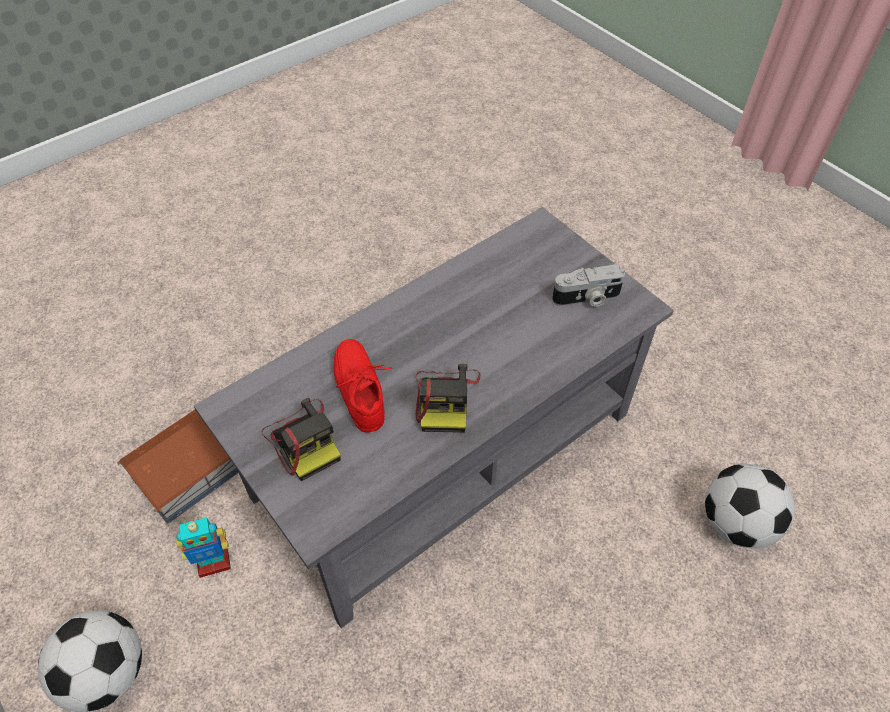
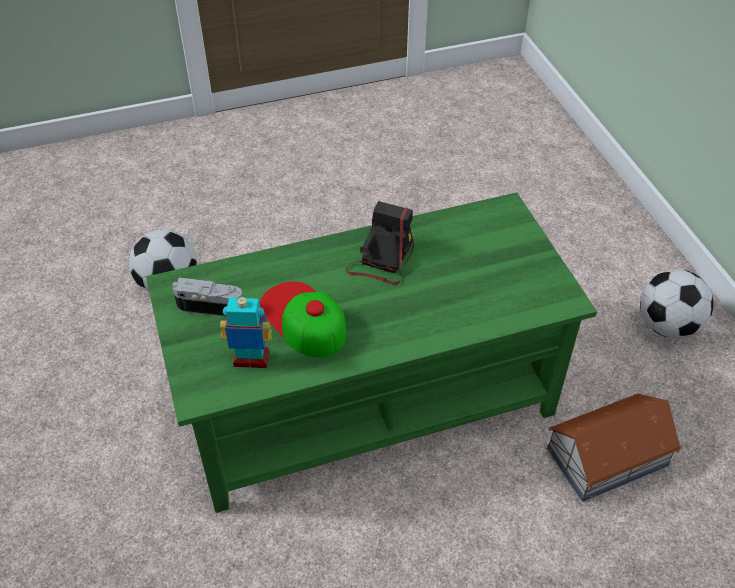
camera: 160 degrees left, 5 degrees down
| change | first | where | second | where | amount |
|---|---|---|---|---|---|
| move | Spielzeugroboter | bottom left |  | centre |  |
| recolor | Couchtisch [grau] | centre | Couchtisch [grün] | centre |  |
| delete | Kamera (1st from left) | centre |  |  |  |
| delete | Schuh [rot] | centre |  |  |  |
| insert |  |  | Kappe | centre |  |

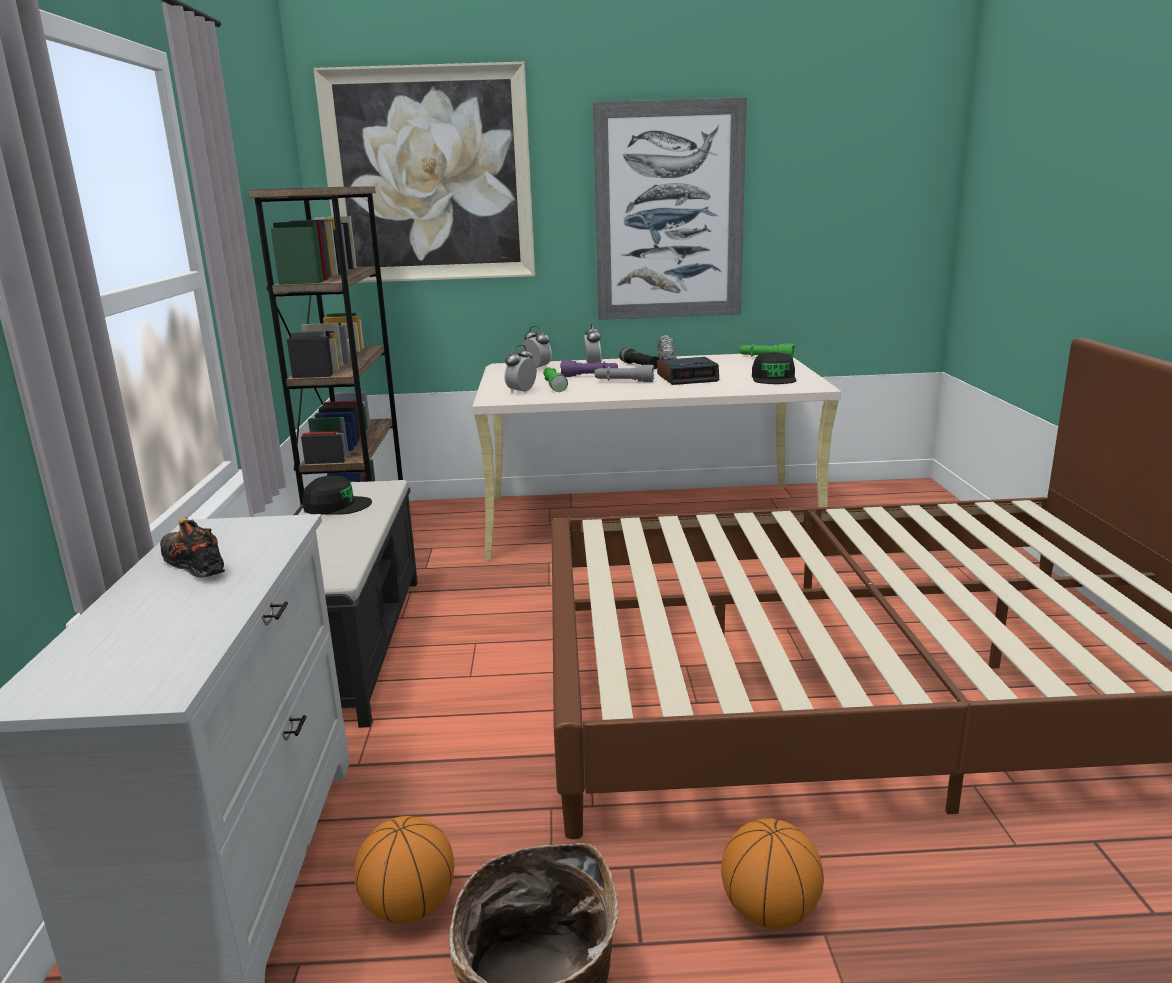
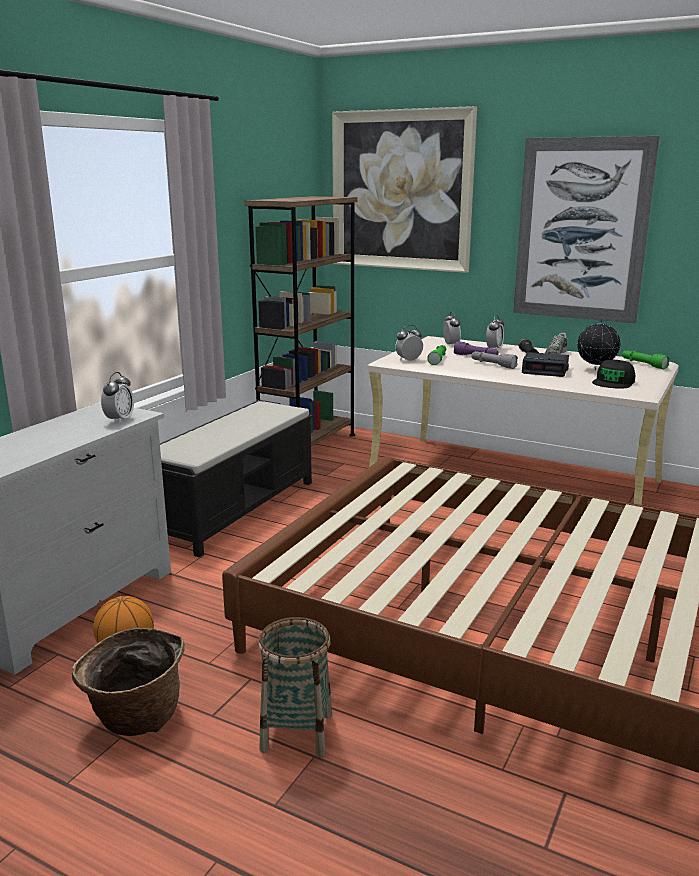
camera: 30 degrees right, 0 degrees up
| change | first | where | second | where | amount |
|---|---|---|---|---|---|
| delete | Schuh (1st from left) | middle left |  |  |  |
| delete | Kappe [schwarz] (1st from left) | middle left |  |  |  |
| replace | Basketball (2nd from left) | bottom centre | Korb (2nd from left) | bottom centre |  |
| insert |  |  | Wecker (1st from left) | middle left |  |
| insert |  |  | Globus | middle right |  |

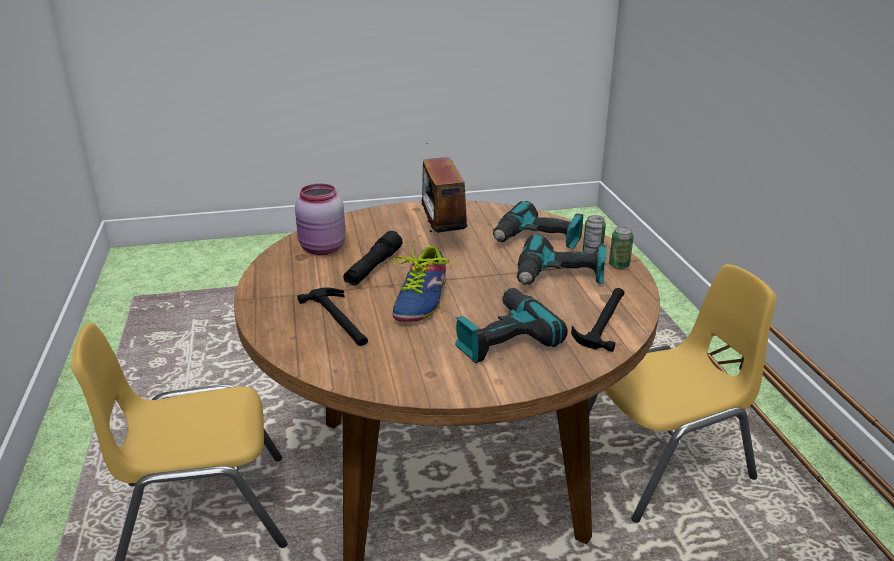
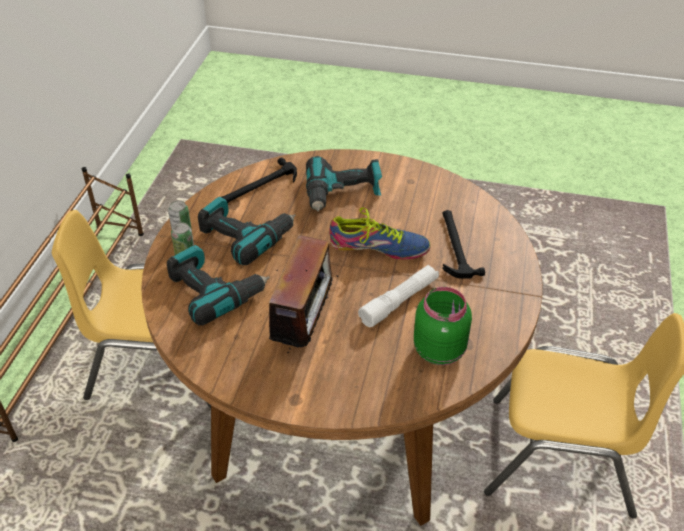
camera: 155 degrees left, 15 degrees up
| change | first | where | second | where | amount |
|---|---|---|---|---|---|
| recolor | Vorratsglas [rosa] | centre | Vorratsglas [grün] | centre |  |
| recolor | Taschenlampe [schwarz] | centre | Taschenlampe [weiß] | centre |  |
| rotate | Schuh | centre |  | centre | 60 degrees clockwise |

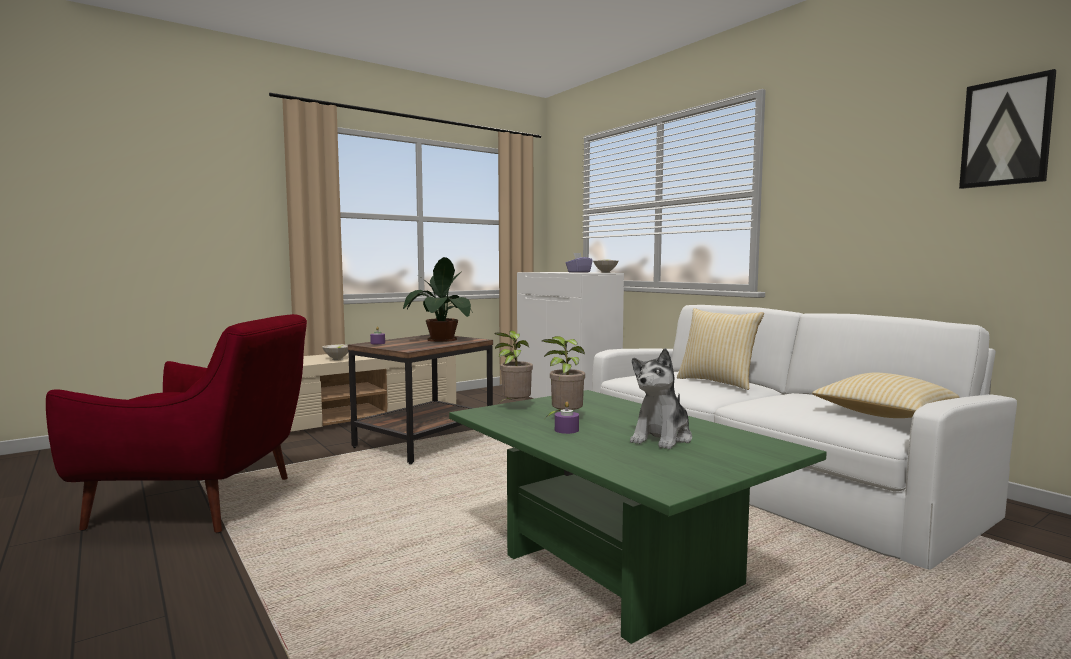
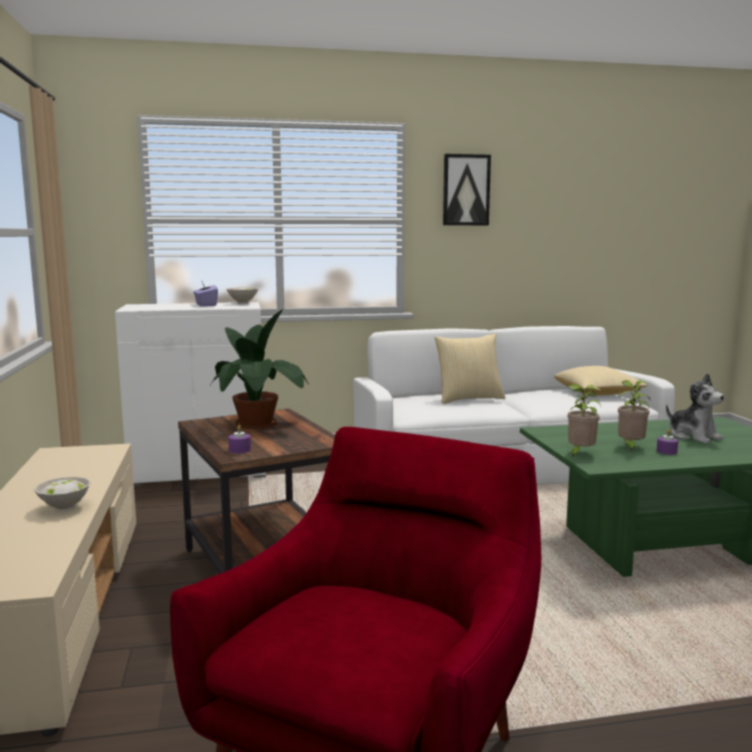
camera: 65 degrees left, 5 degrees up
| change | first | where | second | where | amount |
|---|---|---|---|---|---|
| move | Bild | top right |  | top centre |  |

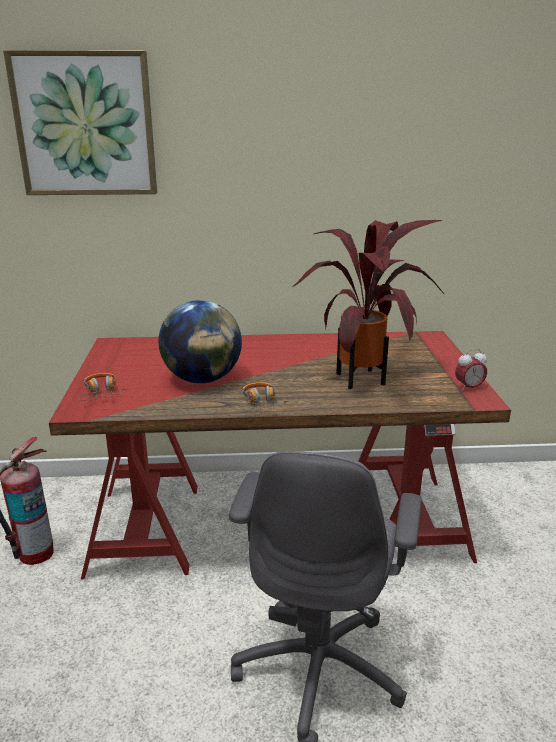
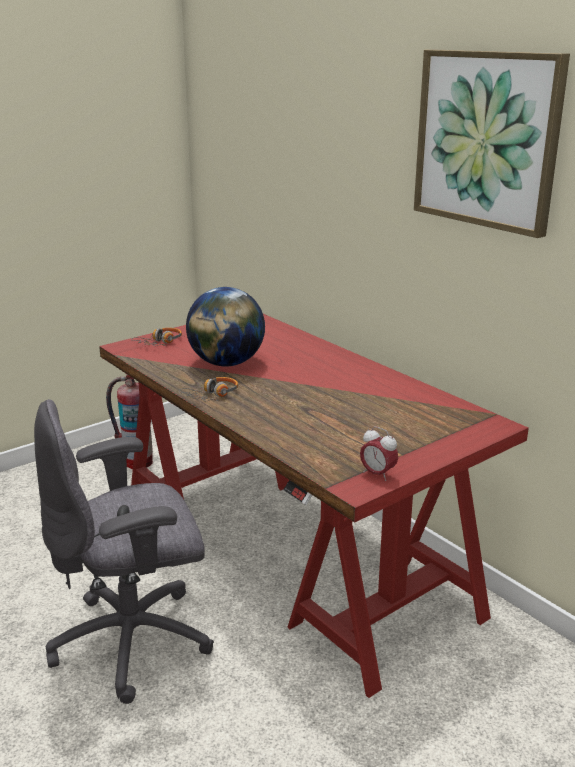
camera: 55 degrees right, 0 degrees up
| change | first | where | second | where | amount |
|---|---|---|---|---|---|
| move | Bild | top left |  | top right |  |
| delete | Topfpflanze | centre |  |  |  |

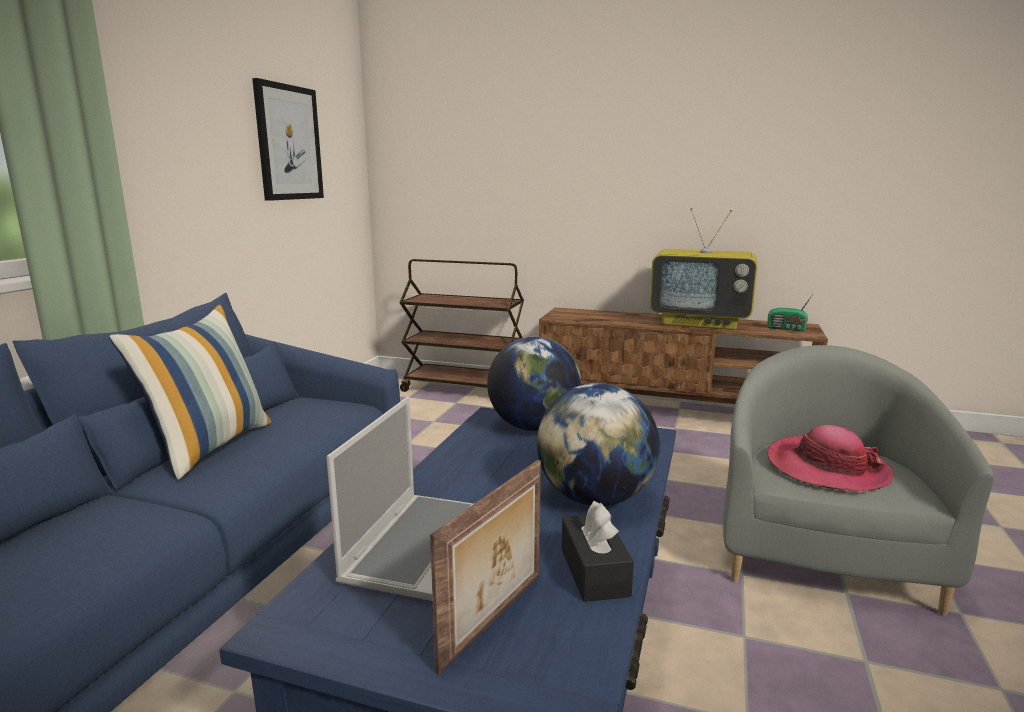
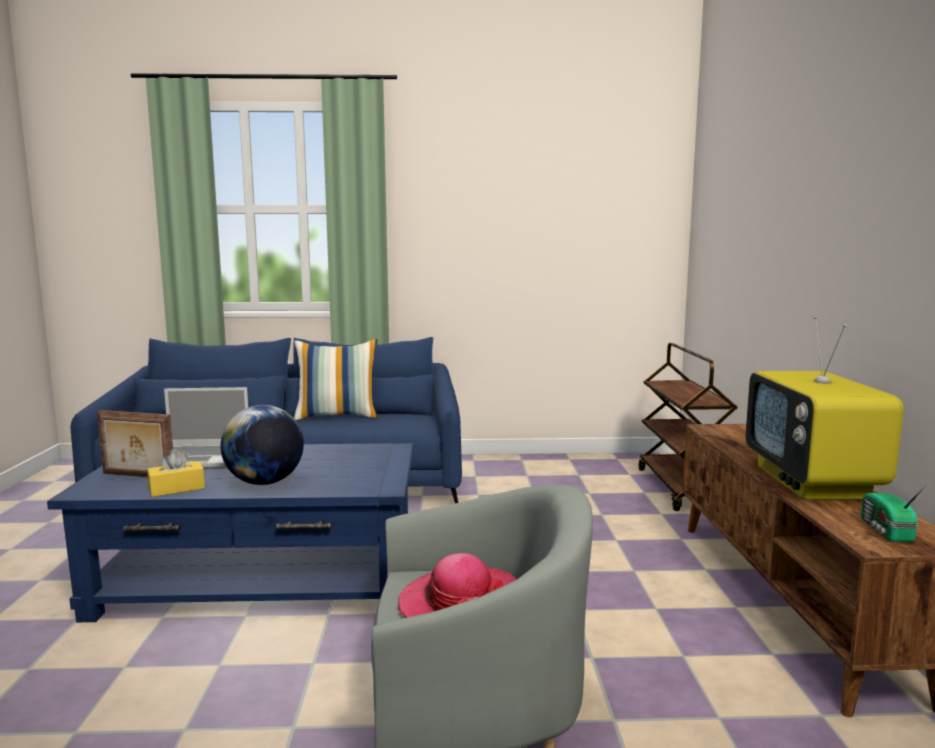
camera: 70 degrees right, 5 degrees down
| change | first | where | second | where | amount |
|---|---|---|---|---|---|
| delete | Bild | top left |  |  |  |
| delete | Globus (1st from left) | centre |  |  |  |
| recolor | Taschentuchbox [schwarz] | bottom centre | Taschentuchbox [gelb] | middle left |  |

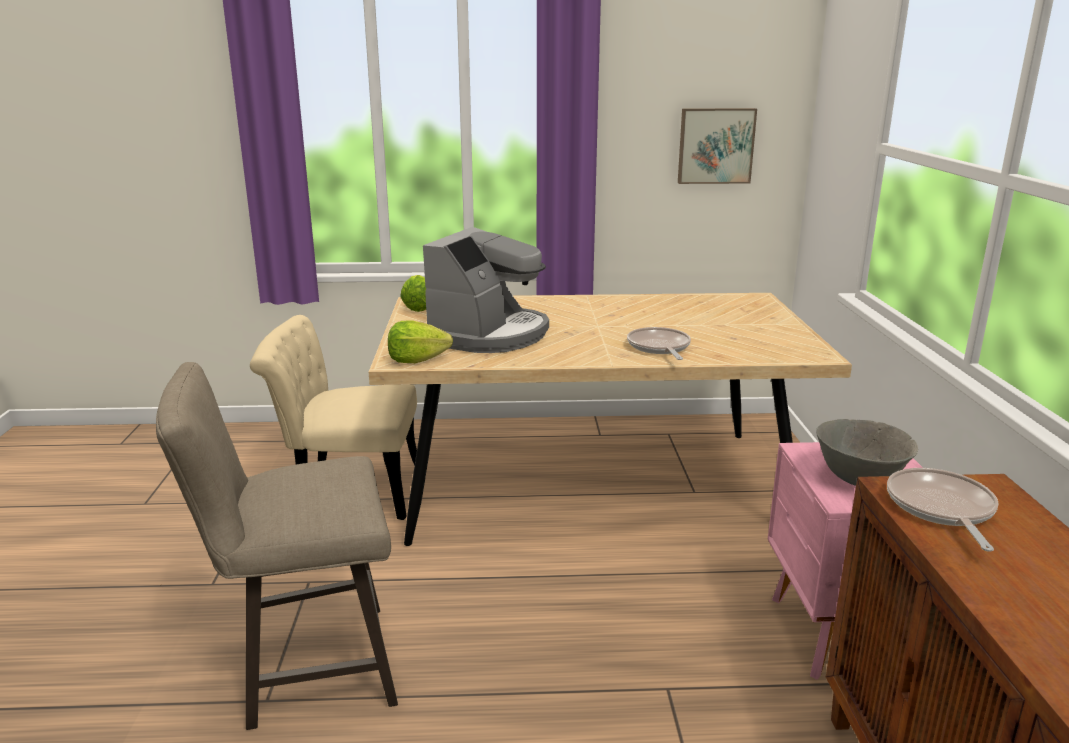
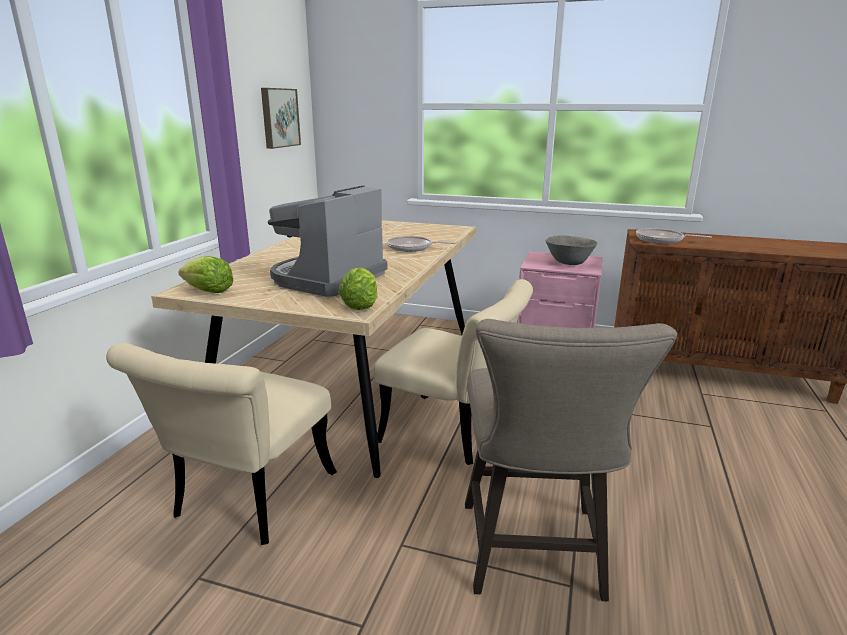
camera: 70 degrees left, 0 degrees up
| change | first | where | second | where | amount |
|---|---|---|---|---|---|
| rotate | Kaffeemaschine | centre |  | centre | 105 degrees counterclockwise |
| insert |  |  | Stuhl [beige] (2nd from left) | centre |  |

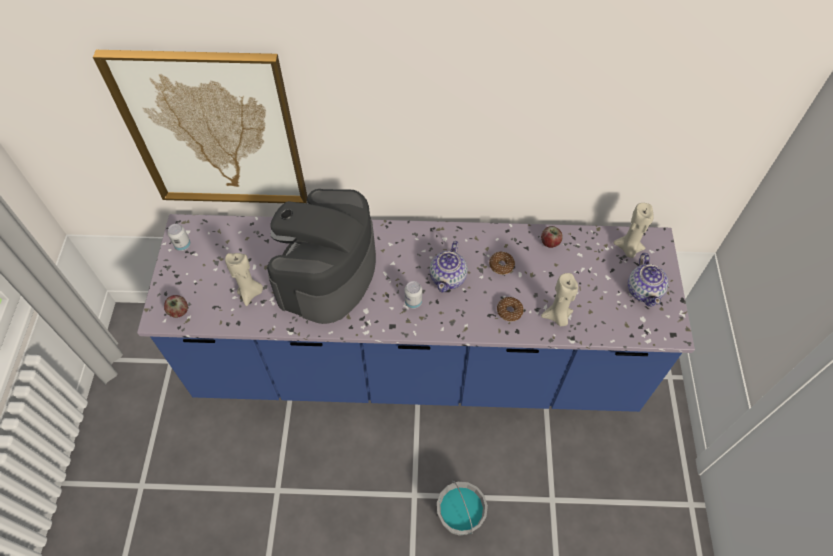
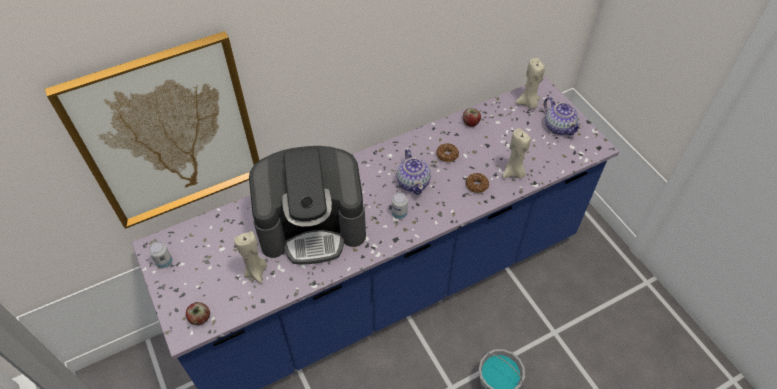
camera: 30 degrees left, 5 degrees down
| change | first | where | second | where | amount |
|---|---|---|---|---|---|
| rotate | Kaffeemaschine | centre |  | centre | 90 degrees counterclockwise |

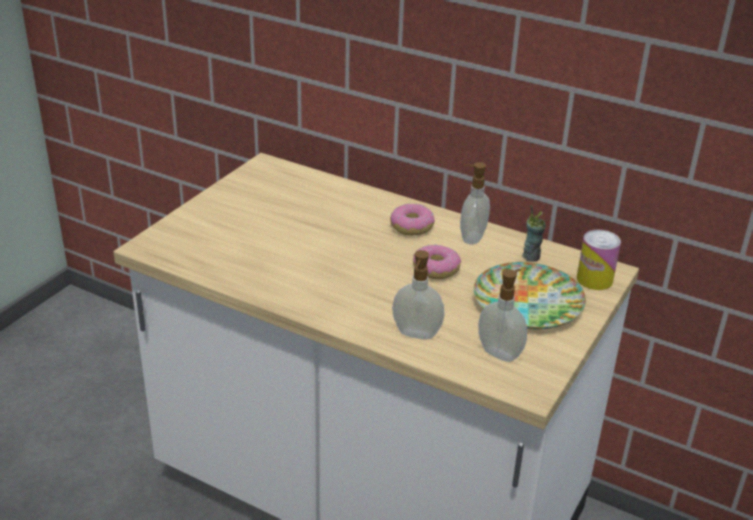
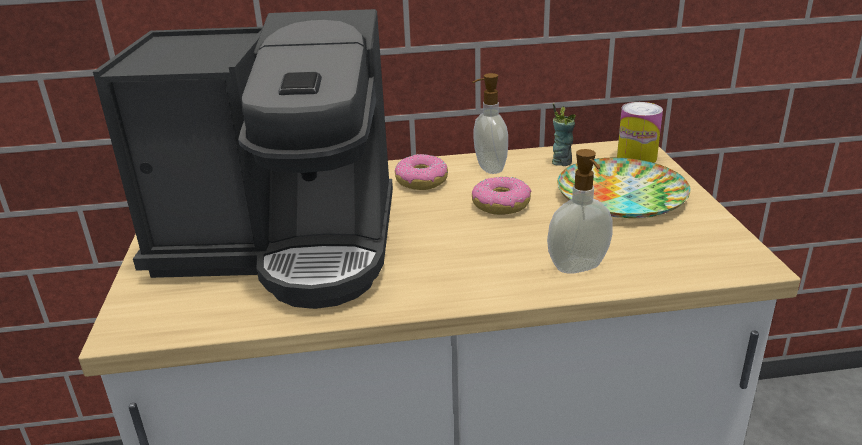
camera: 35 degrees left, 5 degrees down
| change | first | where | second | where | amount |
|---|---|---|---|---|---|
| delete | Seifenspender (3rd from left) | middle right |  |  |  |
| insert |  |  | Kaffeemaschine | middle left |  |

